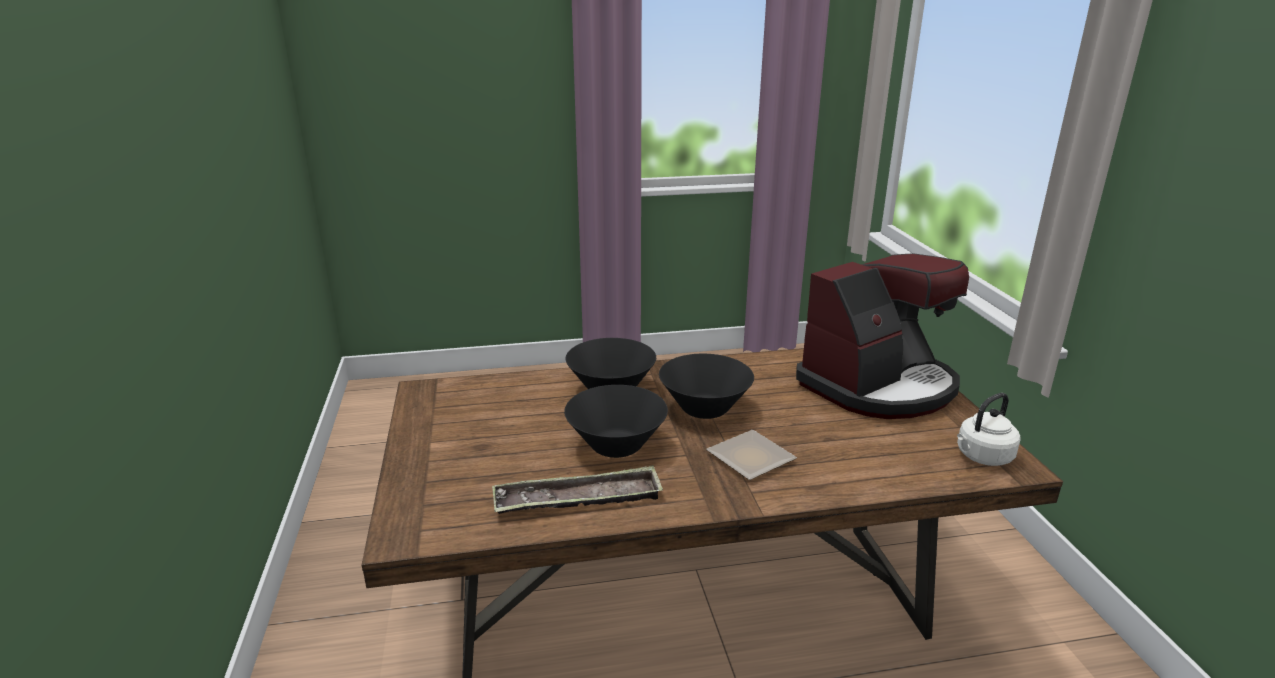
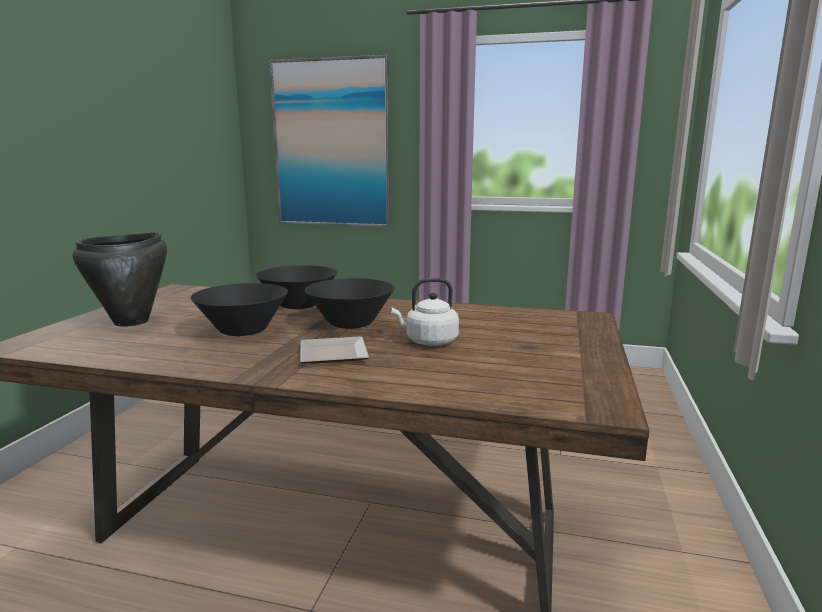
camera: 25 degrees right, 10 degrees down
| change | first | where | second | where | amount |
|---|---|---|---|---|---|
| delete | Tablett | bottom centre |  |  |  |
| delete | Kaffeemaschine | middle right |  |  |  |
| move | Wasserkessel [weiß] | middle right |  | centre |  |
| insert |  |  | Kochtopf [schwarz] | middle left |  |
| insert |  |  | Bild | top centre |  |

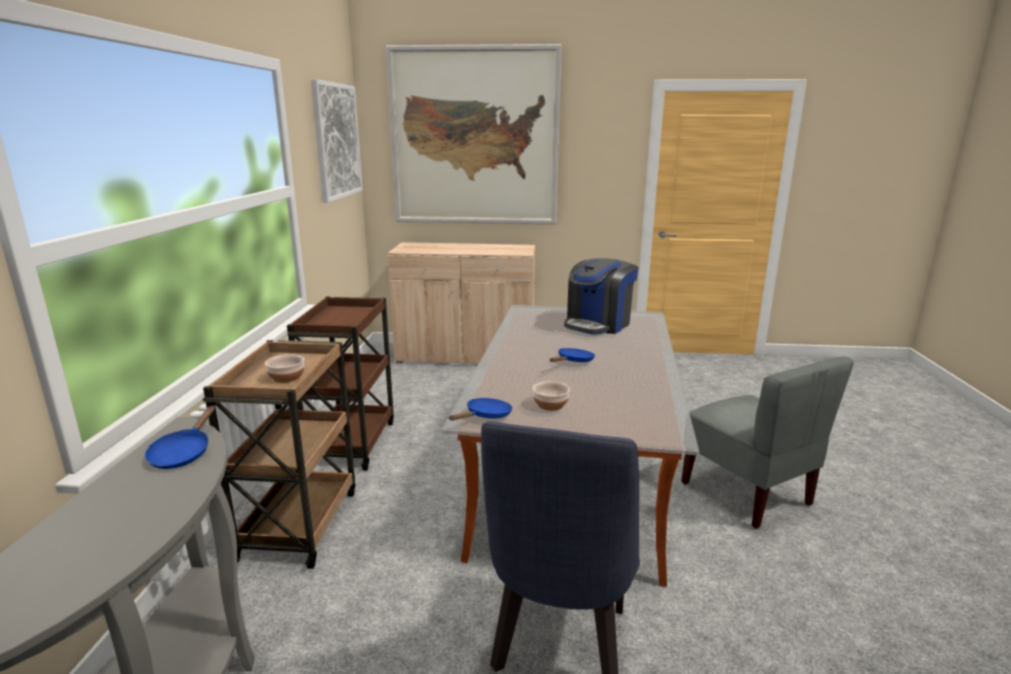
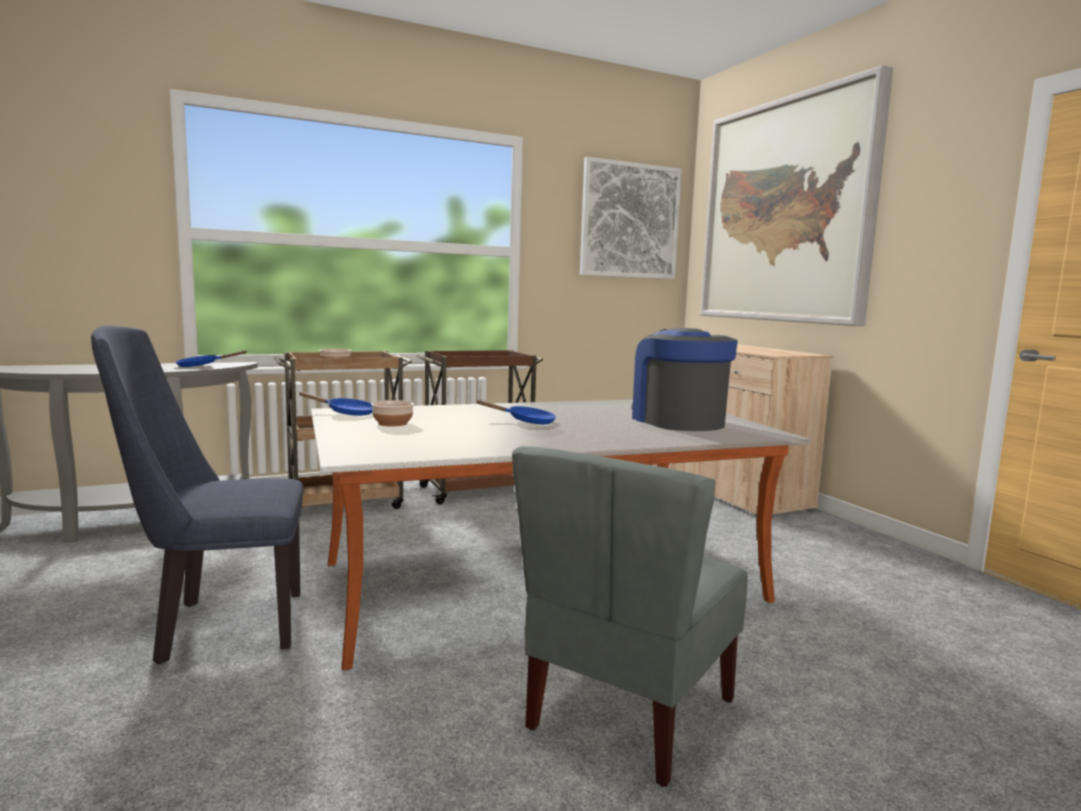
camera: 60 degrees right, 10 degrees down
| change | first | where | second | where | amount |
|---|---|---|---|---|---|
| rotate | Kaffeemaschine | centre |  | centre | 60 degrees clockwise |

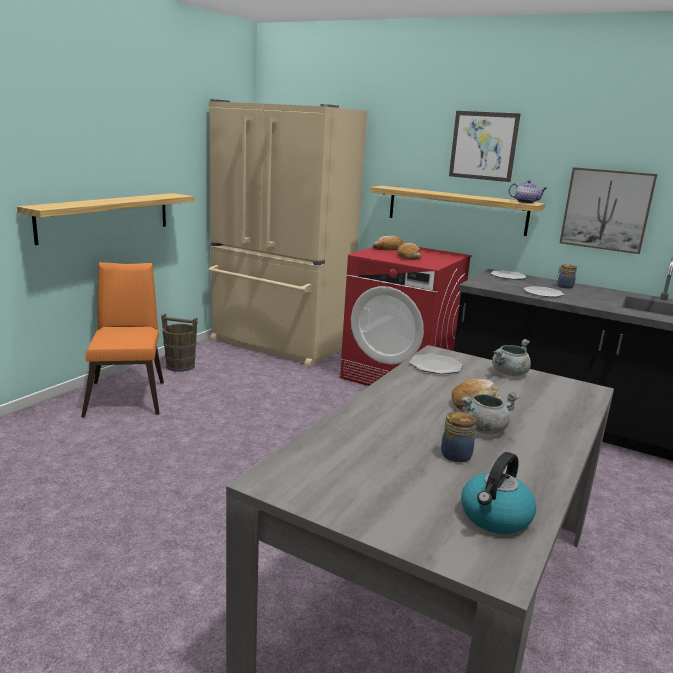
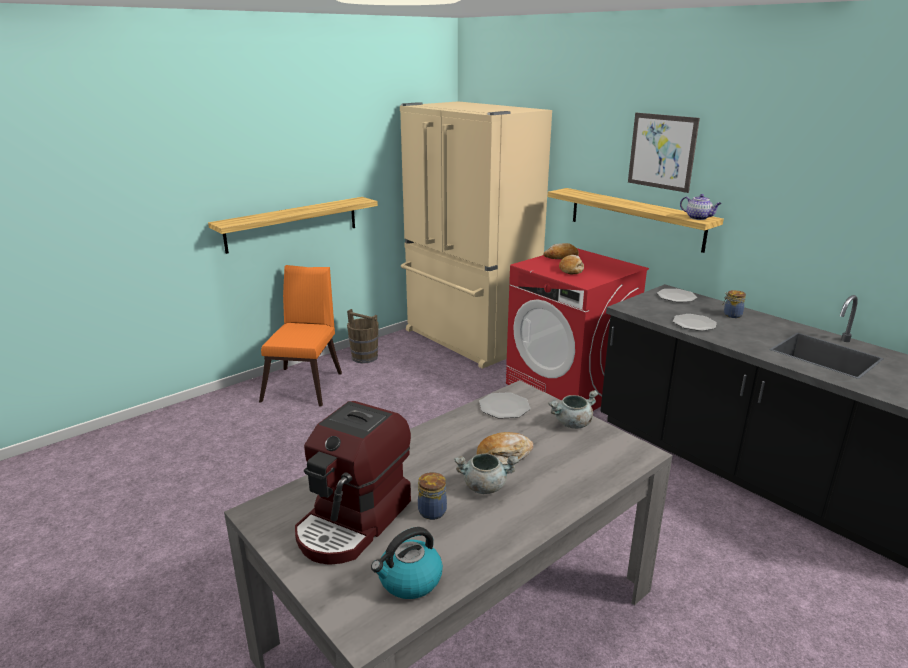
camera: 20 degrees right, 5 degrees up
| change | first | where | second | where | amount |
|---|---|---|---|---|---|
| delete | Bild (2nd from left) | top right |  |  |  |
| insert |  |  | Kaffeemaschine | bottom centre |  |

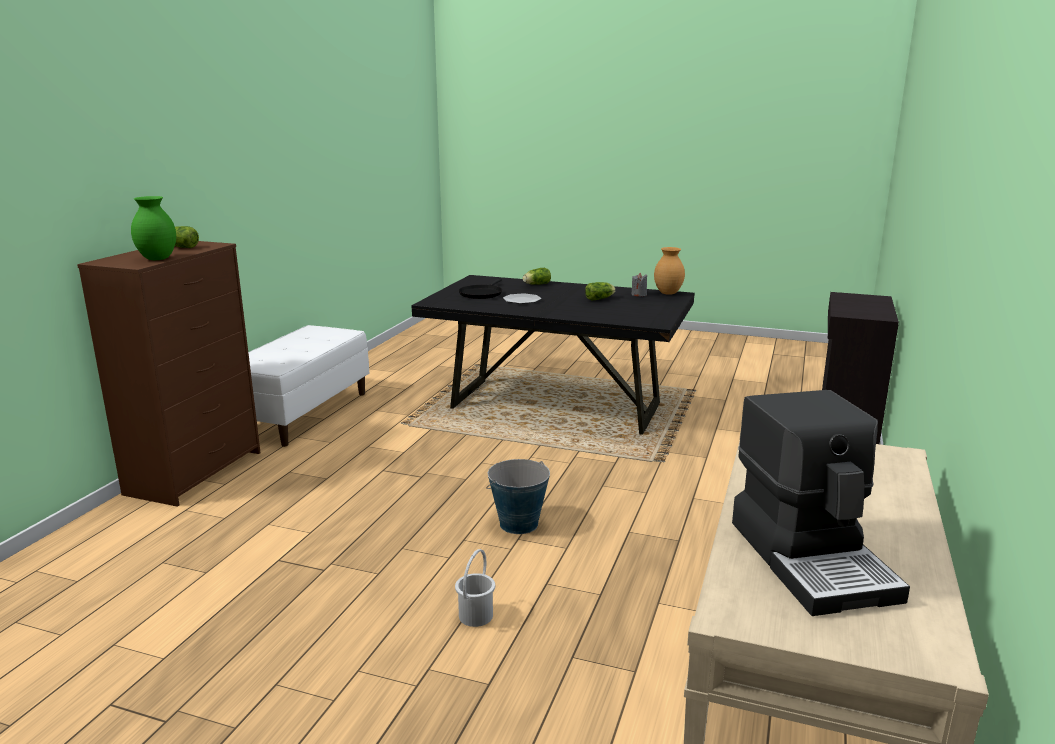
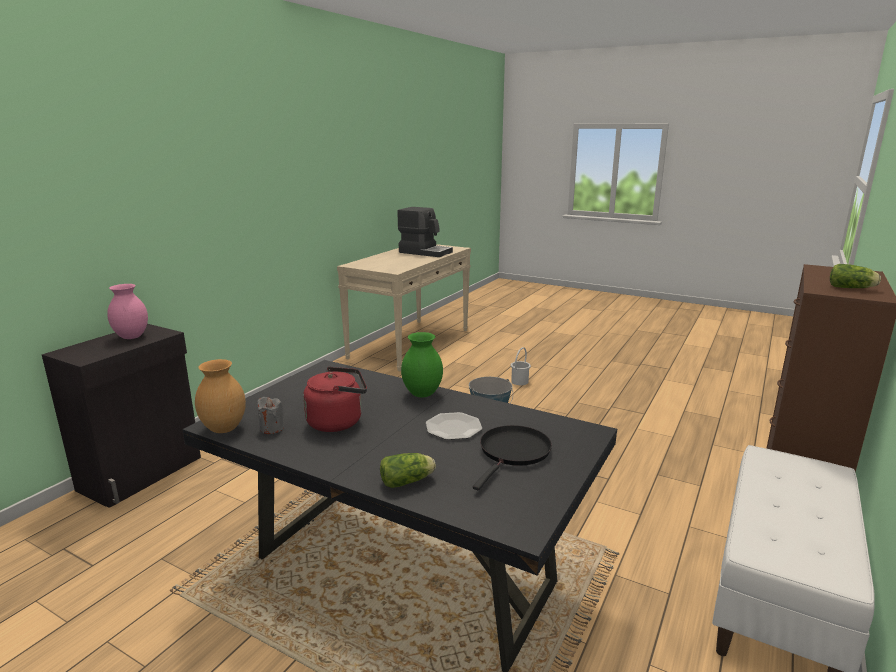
camera: 170 degrees left, 0 degrees up
| change | first | where | second | where | amount |
|---|---|---|---|---|---|
| move | Vase [grün] | top left |  | centre |  |
| replace | Salatkopf (3rd from left) | centre | Wasserkessel [rot] | centre |  |
| rotate | Kaffeemaschine | bottom right |  | centre | 120 degrees clockwise |
| insert |  |  | Vase [rosa] | middle left |  |

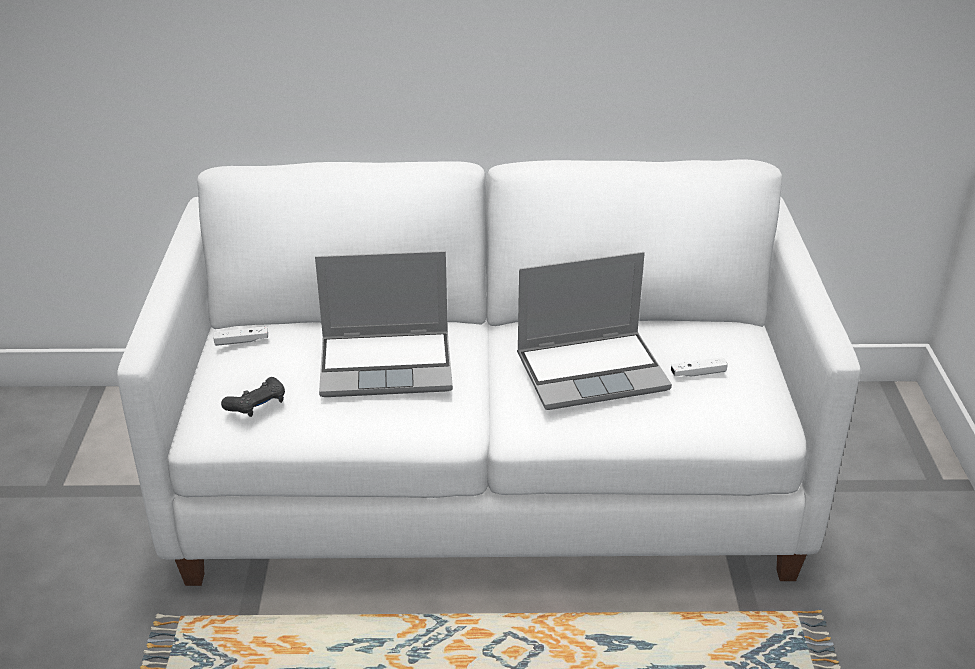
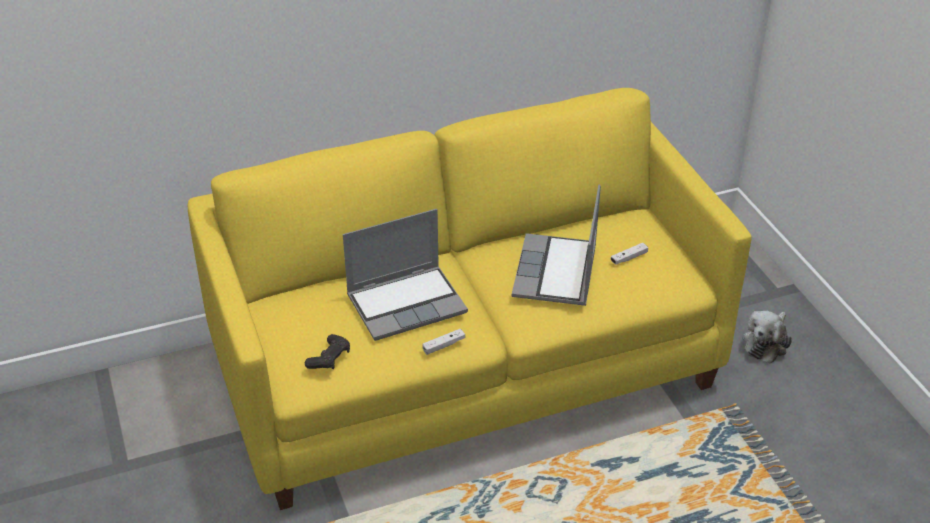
camera: 20 degrees left, 5 degrees up
| change | first | where | second | where | amount |
|---|---|---|---|---|---|
| recolor | Sofa [weiß] | centre | Sofa [gelb] | centre |  |
| move | Gamepad [weiß] (1st from left) | middle left |  | centre |  |
| rotate | Laptop (2nd from left) | centre |  | centre | 135 degrees clockwise |
| insert |  |  | Plüschtier | middle right |  |

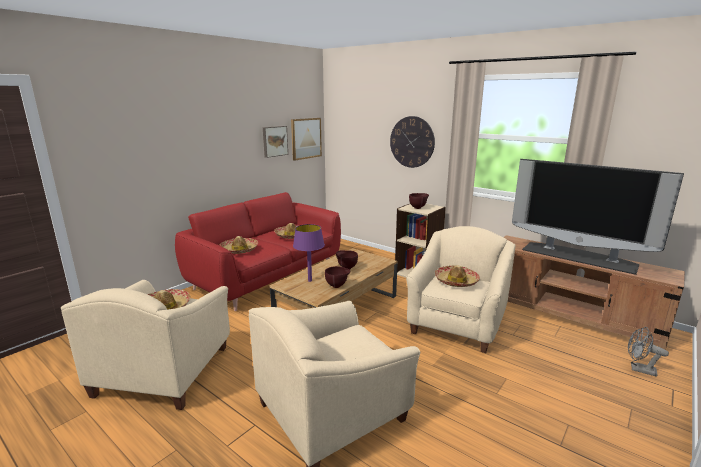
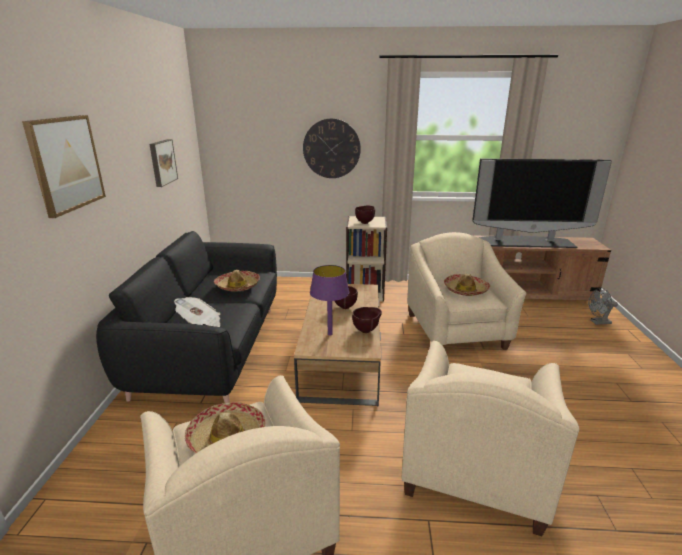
camera: 35 degrees left, 5 degrees up
| change | first | where | second | where | amount |
|---|---|---|---|---|---|
| recolor | Sofa [rot] | centre | Sofa [schwarz] | middle left |  |
| replace | Hut (2nd from left) | centre | Zeitung | middle left |  |
| move | Bild (2nd from left in the first image) | top centre | Bild (1st from left) | top left |  |

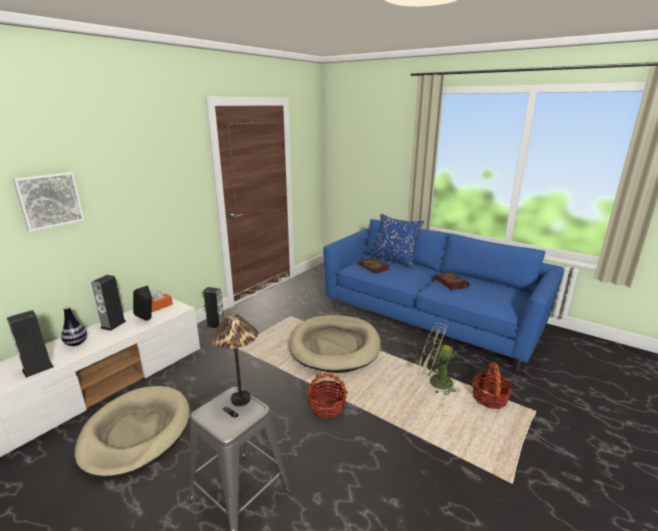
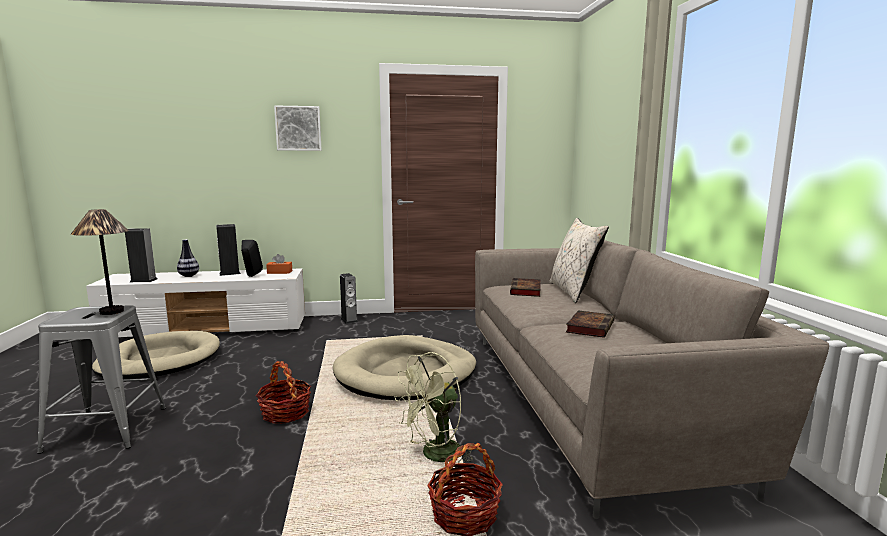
camera: 45 degrees right, 10 degrees down
| change | first | where | second | where | amount |
|---|---|---|---|---|---|
| move | Bild | middle left |  | top centre |  |
| recolor | Sofa [blau] | middle right | Sofa [beige] | bottom right |  |
| recolor | Kissen [blau] | centre | Kissen [beige] | centre |  |
| rotate | Ventilator [grün] | bottom right |  | bottom centre | 105 degrees counterclockwise |

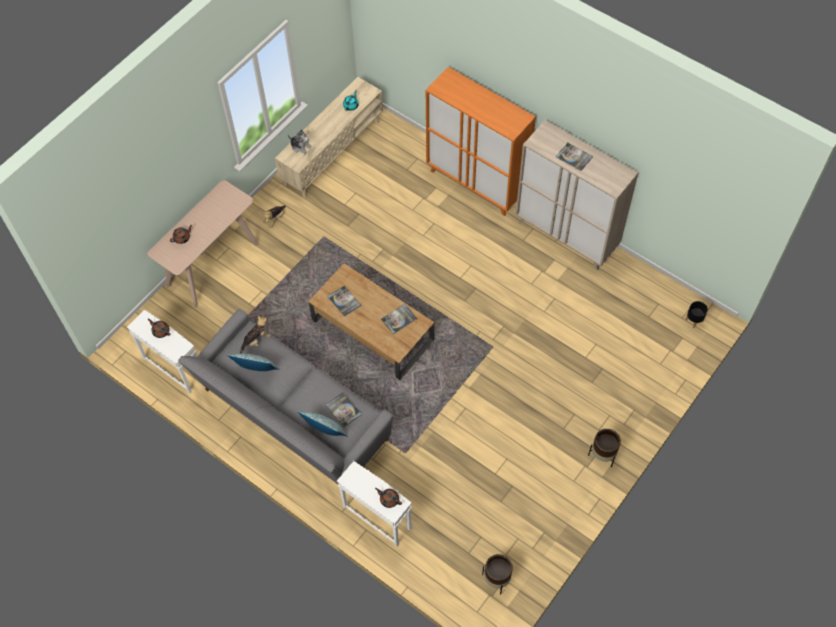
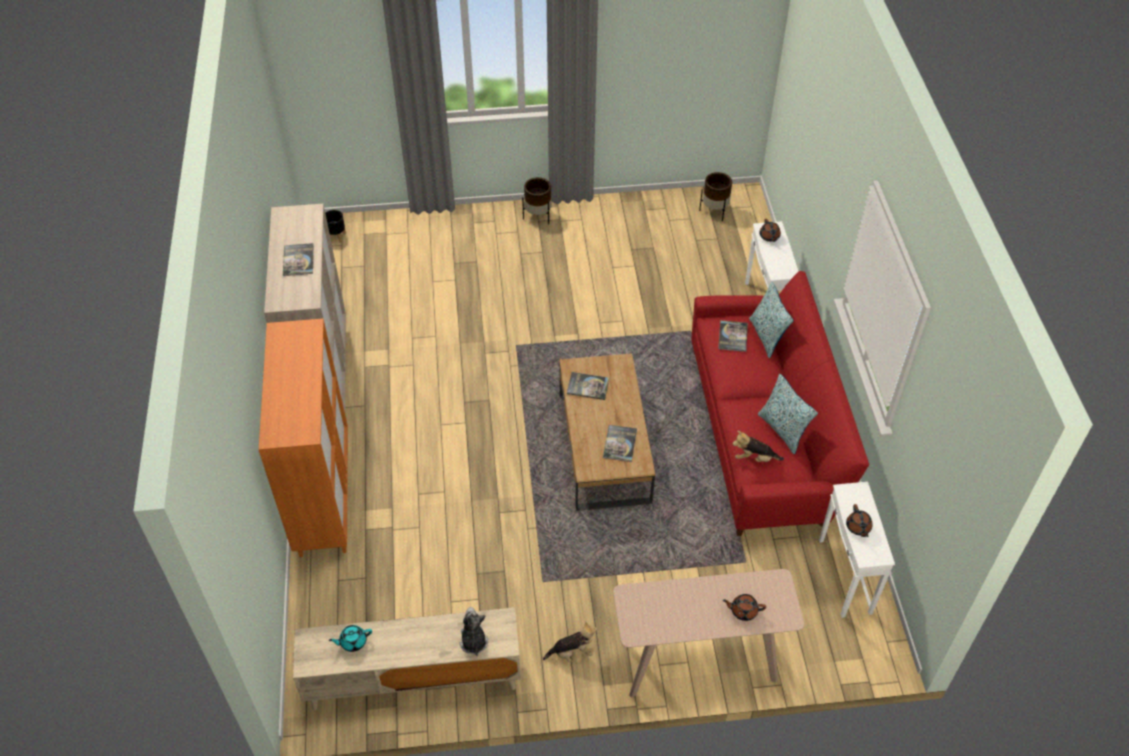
camera: 135 degrees left, 10 degrees down
| change | first | where | second | where | amount |
|---|---|---|---|---|---|
| recolor | Sofa [grau] | centre | Sofa [rot] | middle right |  |

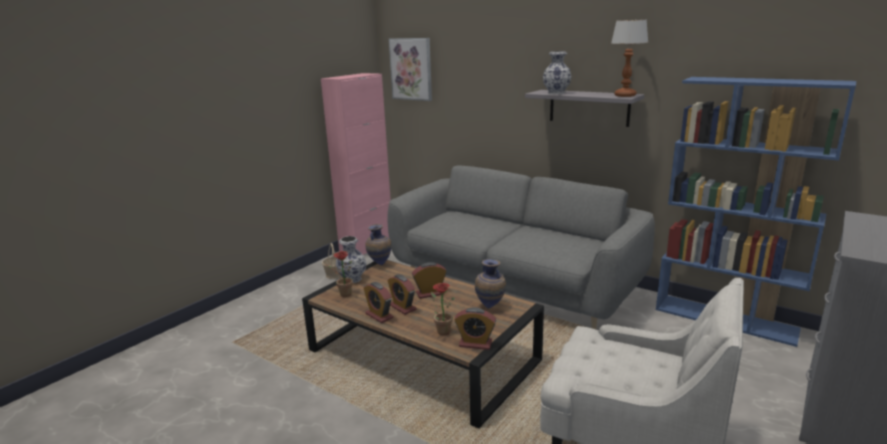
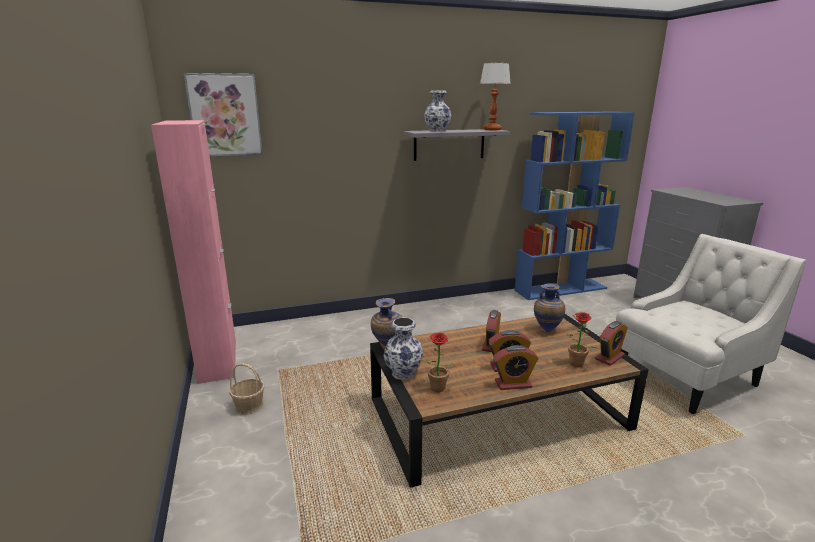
camera: 55 degrees left, 0 degrees up
| change | first | where | second | where | amount |
|---|---|---|---|---|---|
| delete | Sofa [grau] | centre |  |  |  |

